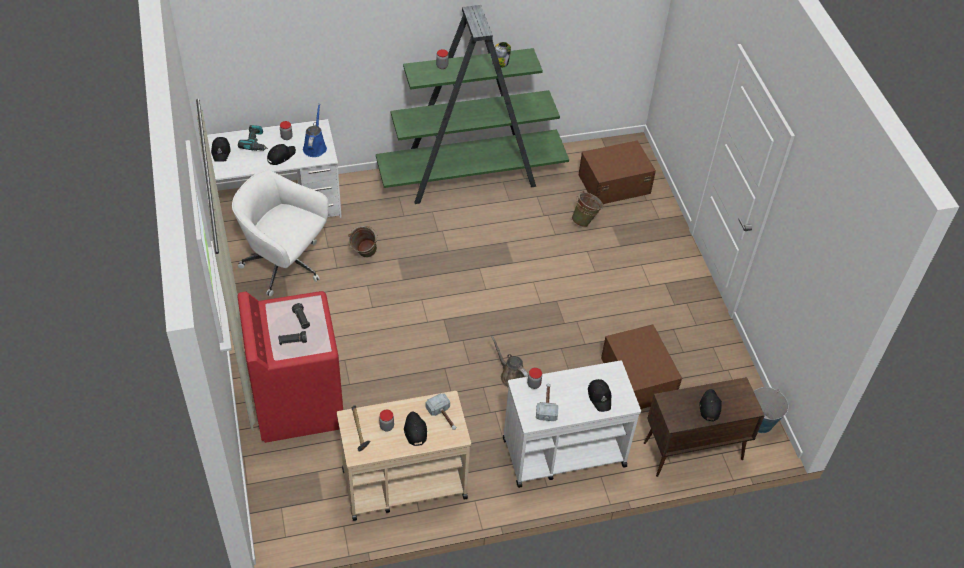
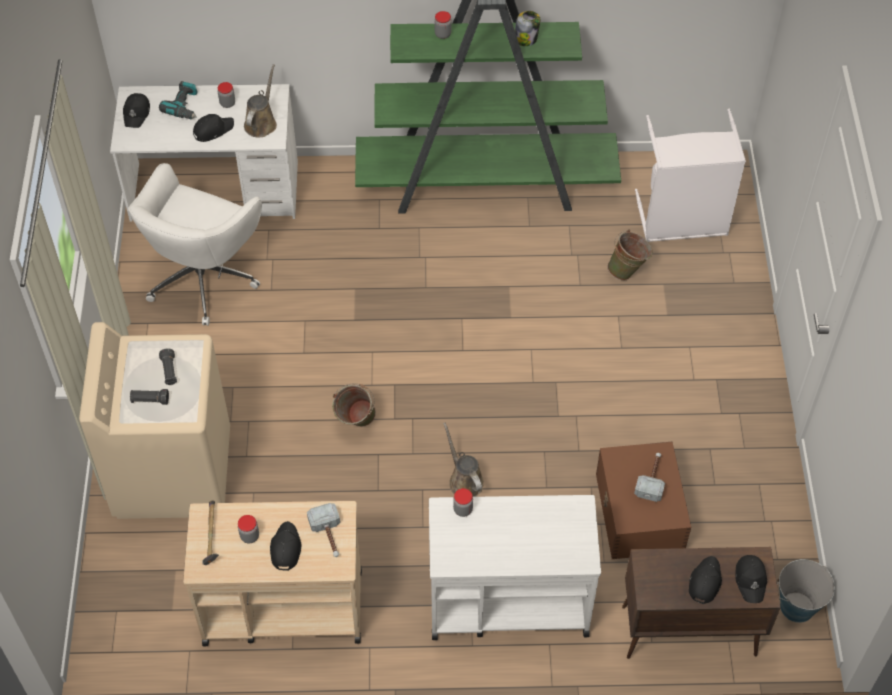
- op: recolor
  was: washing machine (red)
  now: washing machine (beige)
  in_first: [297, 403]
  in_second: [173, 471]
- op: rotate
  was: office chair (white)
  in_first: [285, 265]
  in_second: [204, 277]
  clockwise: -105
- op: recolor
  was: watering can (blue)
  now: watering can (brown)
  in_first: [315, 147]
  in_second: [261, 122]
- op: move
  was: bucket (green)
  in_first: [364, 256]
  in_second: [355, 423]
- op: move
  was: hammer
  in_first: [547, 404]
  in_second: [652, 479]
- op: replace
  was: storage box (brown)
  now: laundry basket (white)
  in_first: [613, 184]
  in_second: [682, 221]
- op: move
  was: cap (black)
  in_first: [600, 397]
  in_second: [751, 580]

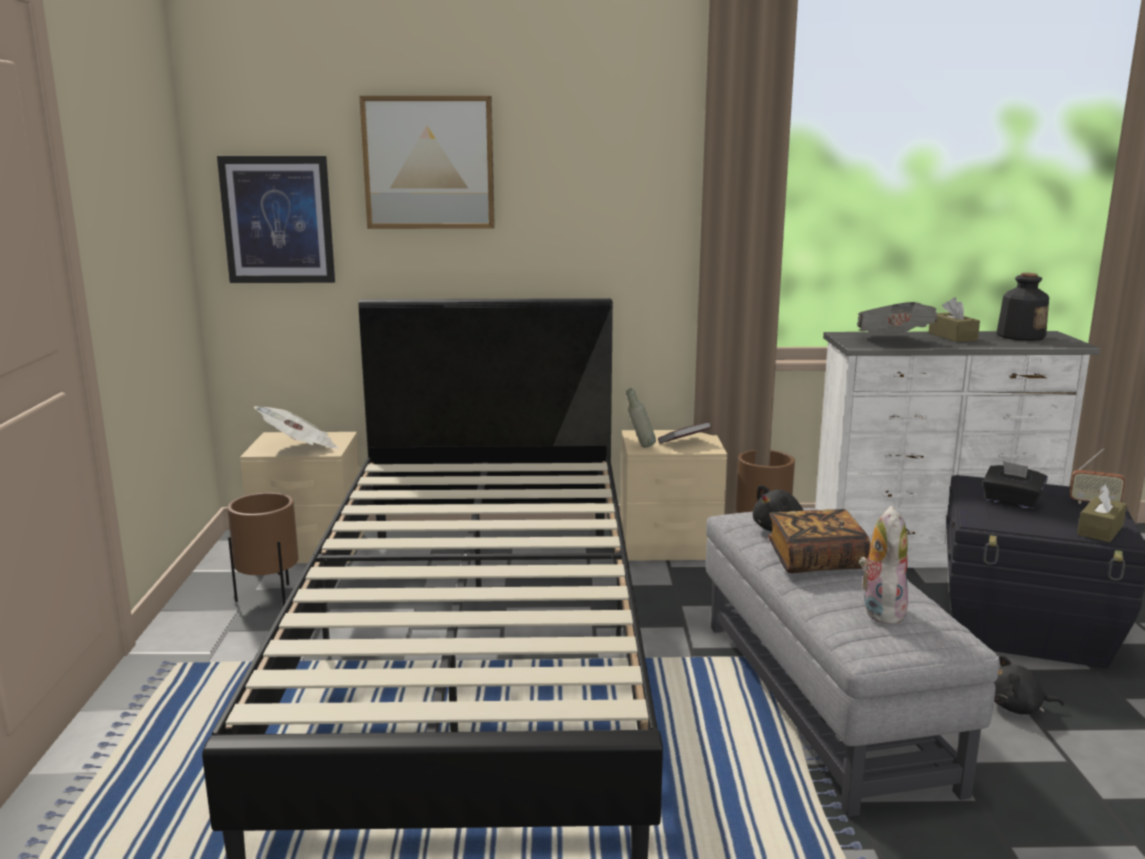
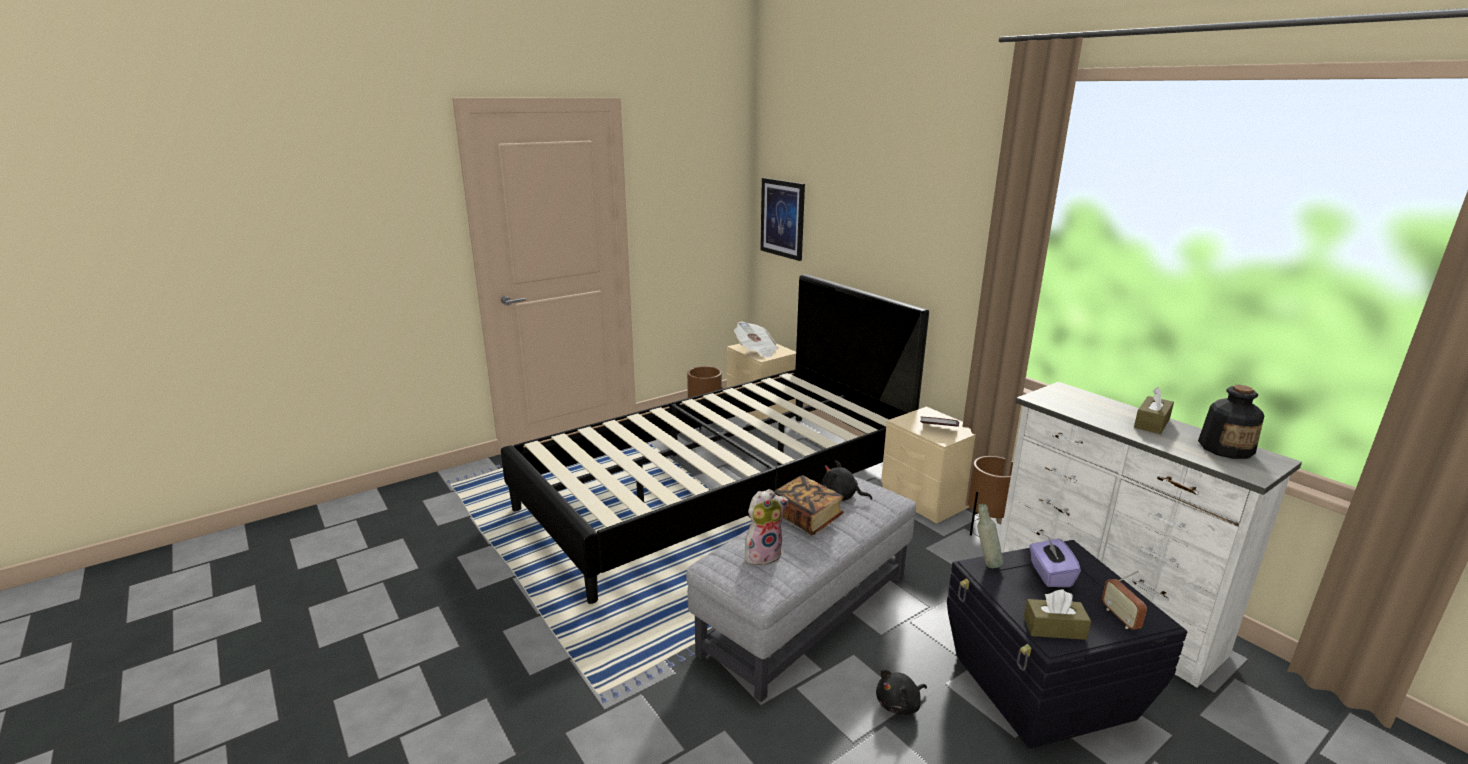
- op: rotate
  was: plush toy (black)
  in_first: [1017, 708]
  in_second: [899, 704]
  clockwise: -90
- op: move
  was: bottle (grey)
  in_first: [640, 447]
  in_second: [985, 563]
- op: recolor
  was: tissue box (black)
  now: tissue box (purple)
  in_first: [1011, 502]
  in_second: [1050, 575]
- op: delete
  was: picture
  in_first: [429, 163]
- op: delete
  was: newspaper
  in_first: [894, 341]

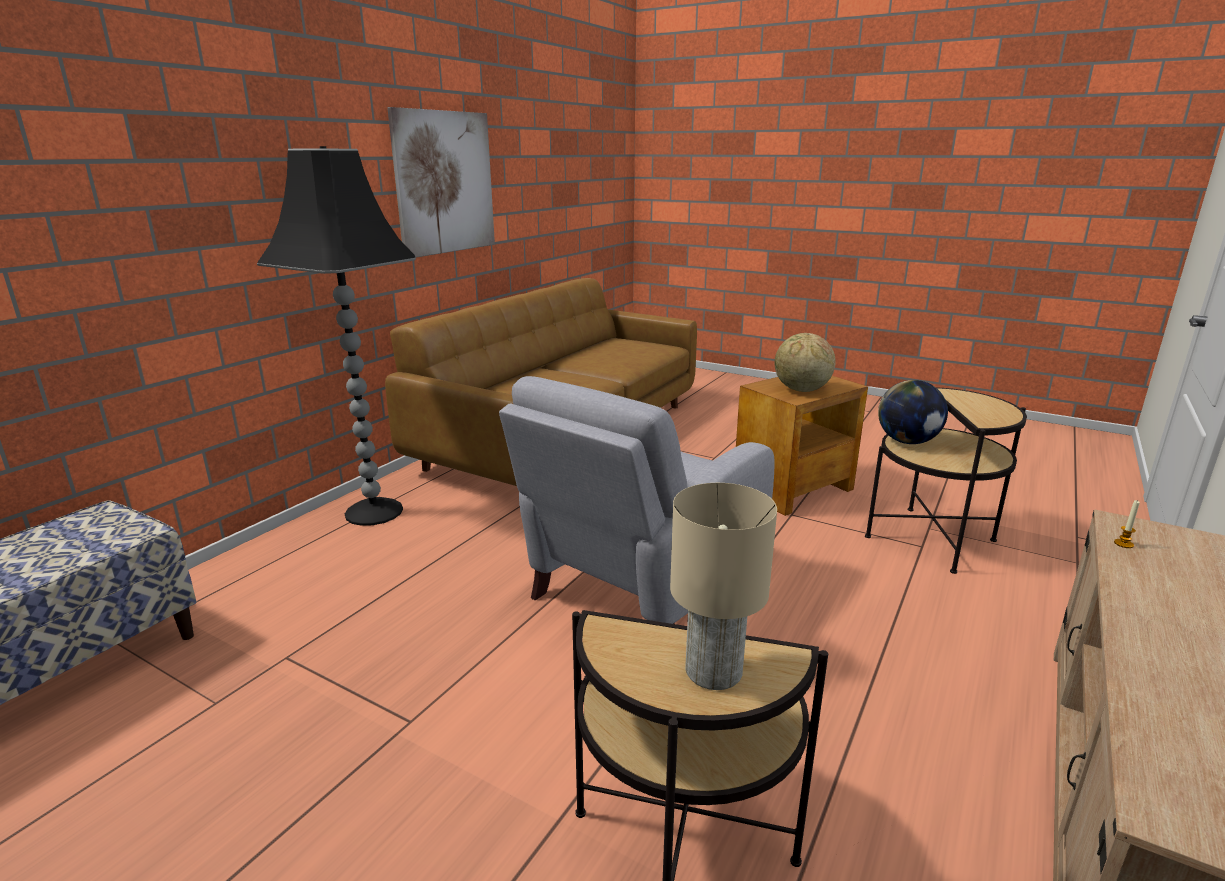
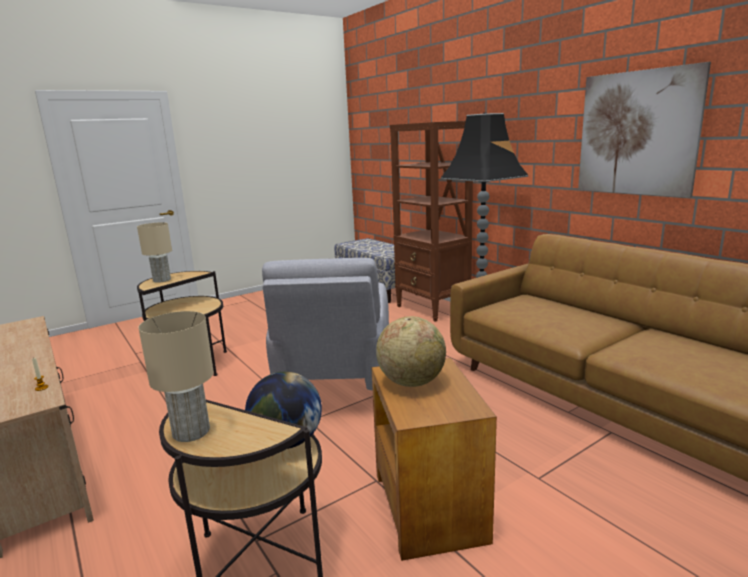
- op: insert
  now: table lamp (beige)
  in_second: [190, 432]
- op: rotate
  was: armchair (grey)
  in_first: [641, 587]
  in_second: [335, 386]
  clockwise: -150
- op: insert
  now: bookcase (brown)
  in_second: [433, 308]

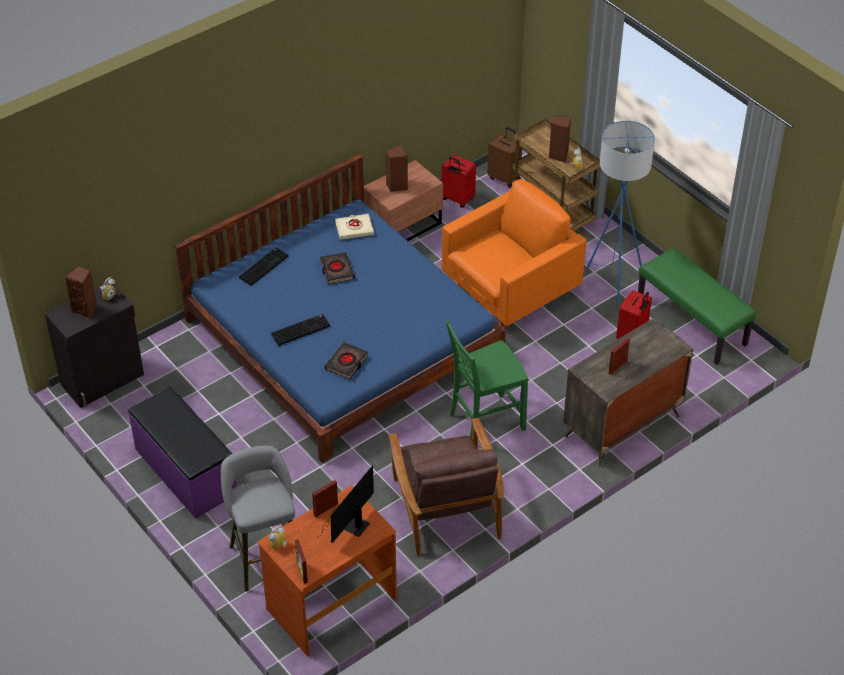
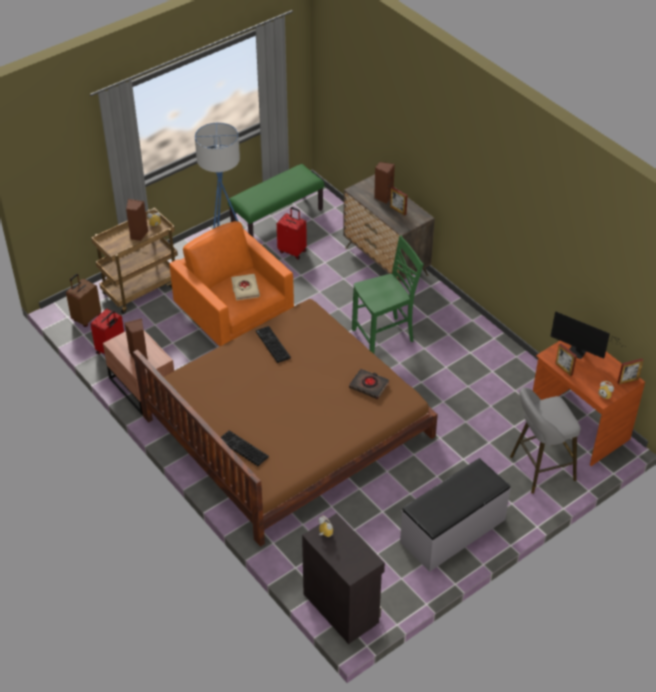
- op: recolor
  was: bed (blue)
  now: bed (brown)
  in_first: [342, 337]
  in_second: [287, 426]
- op: move
  was: book (beige)
  in_first: [354, 229]
  in_second: [245, 289]
- op: move
  was: keyboard
  in_first: [301, 329]
  in_second: [272, 345]
- op: rotate
  was: chair (green)
  in_first: [485, 421]
  in_second: [384, 336]
  clockwise: -90
- op: move
  was: speaker (brown)
  in_first: [86, 310]
  in_second: [383, 197]
- op: recolor
  was: bench (purple)
  now: bench (grey)
  in_first: [185, 472]
  in_second: [453, 531]
- op: delete
  was: book (black)
  in_first: [337, 270]
- op: delete
  was: armchair (brown)
  in_first: [445, 506]

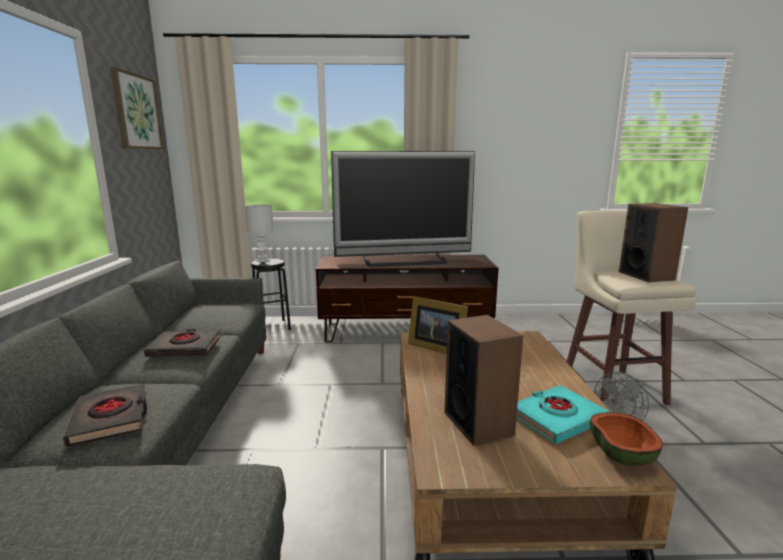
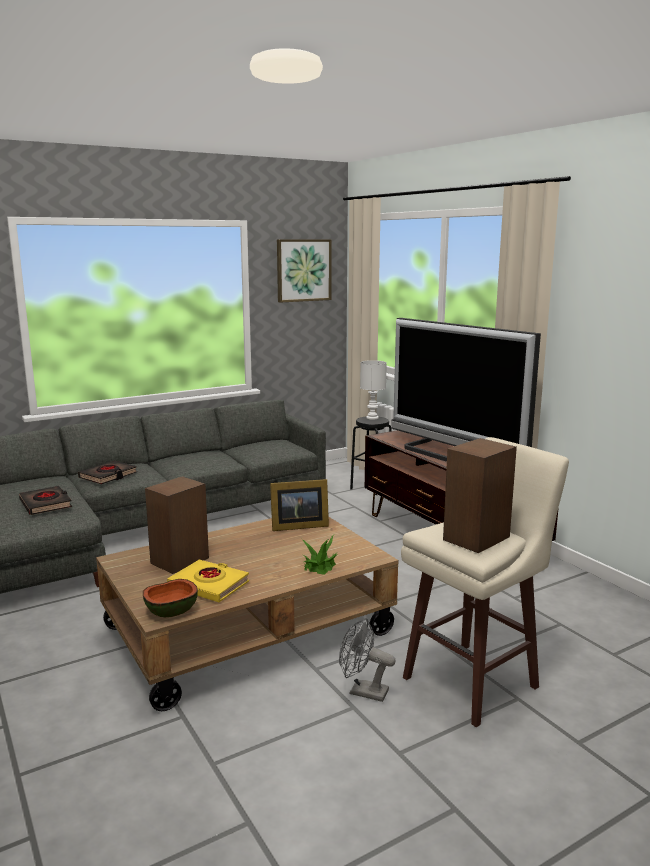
- op: move
  was: book (black)
  in_first: [185, 348]
  in_second: [46, 504]
- op: recolor
  was: book (turquoise)
  now: book (yellow)
  in_first: [557, 418]
  in_second: [209, 585]
- op: rotate
  was: picture frame
  in_first: [436, 347]
  in_second: [297, 526]
  clockwise: -105
- op: insert
  now: potted plant
  in_second: [320, 566]

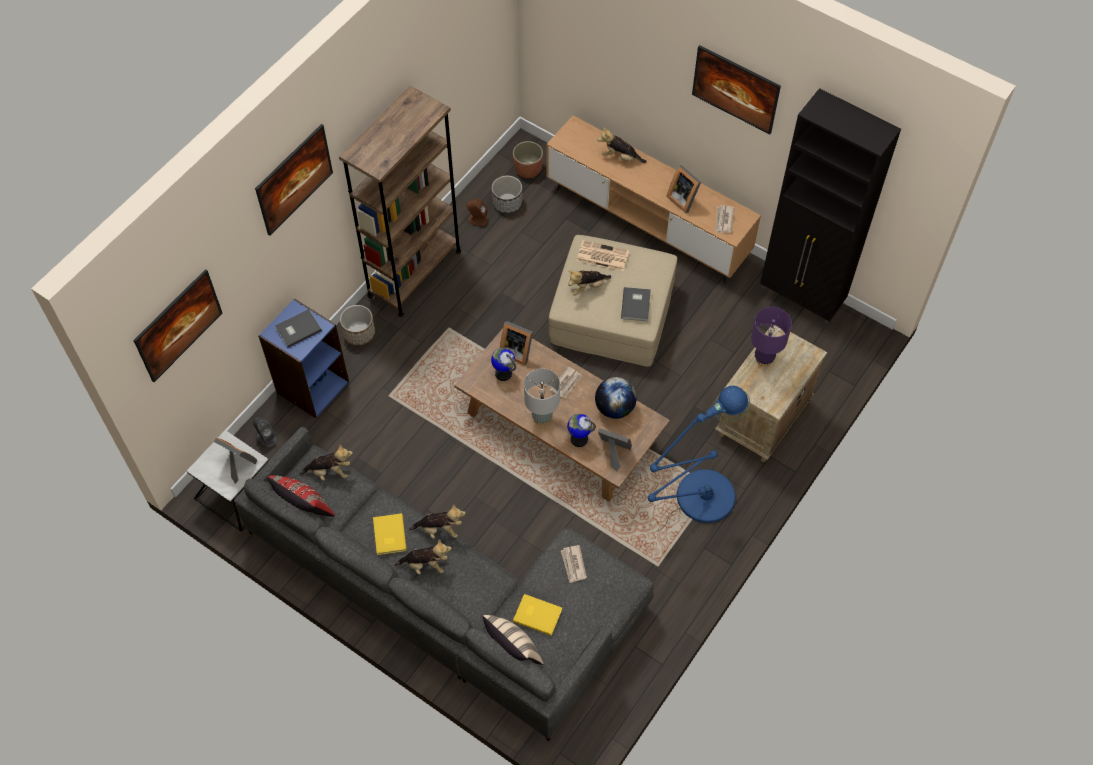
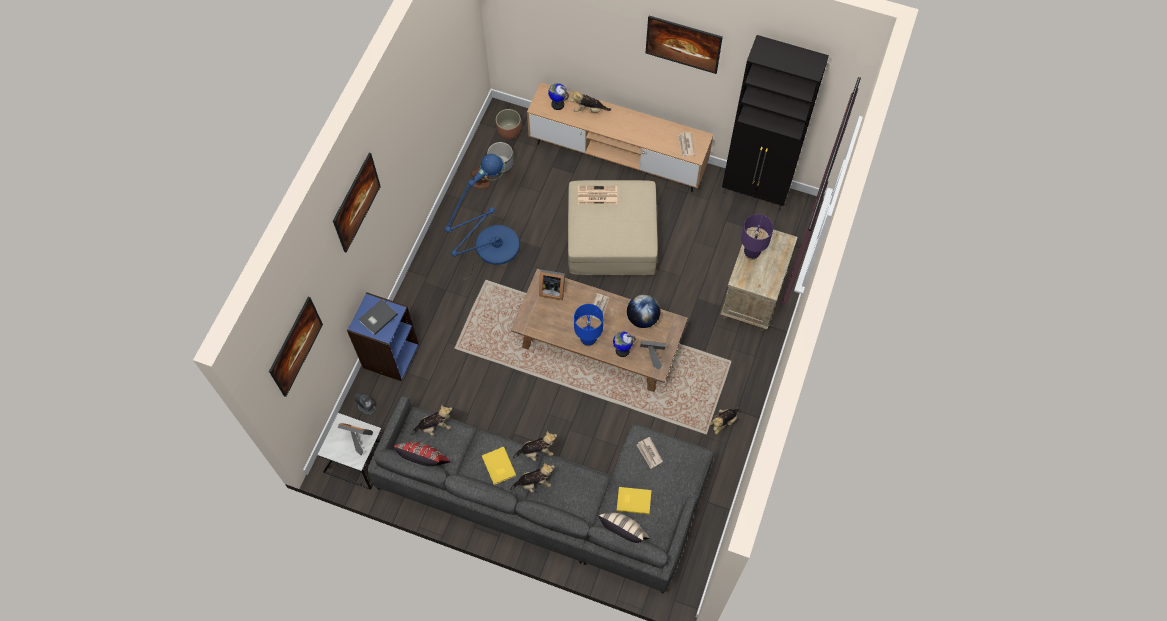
- op: move
  was: floor lamp (blue)
  in_first: [698, 500]
  in_second: [492, 249]
- op: move
  was: globe
  in_first: [503, 373]
  in_second: [557, 104]
- op: recolor
  was: table lamp (grey)
  now: table lamp (blue)
  in_first: [542, 418]
  in_second: [588, 340]
- op: move
  was: plush toy
  in_first: [587, 287]
  in_second: [723, 422]
- op: delete
  was: bookcase (brown)
  in_first: [414, 273]
- op: delete
  was: planter
  in_first: [359, 333]
- op: delete
  was: book (grey)
  in_first: [636, 304]
- op: delete
  was: picture frame
  in_first: [683, 199]

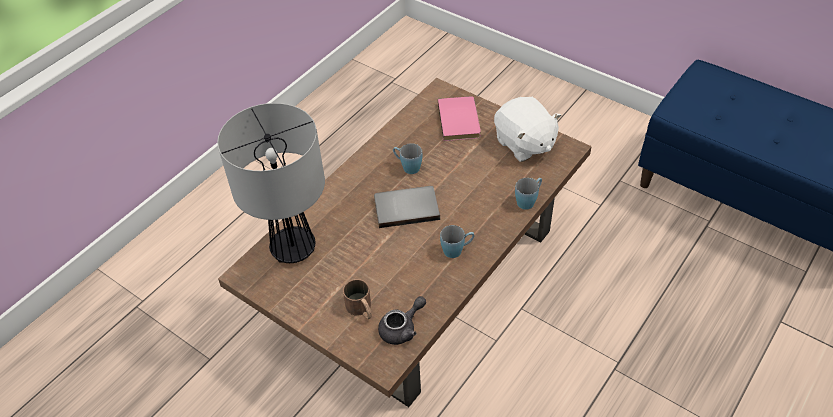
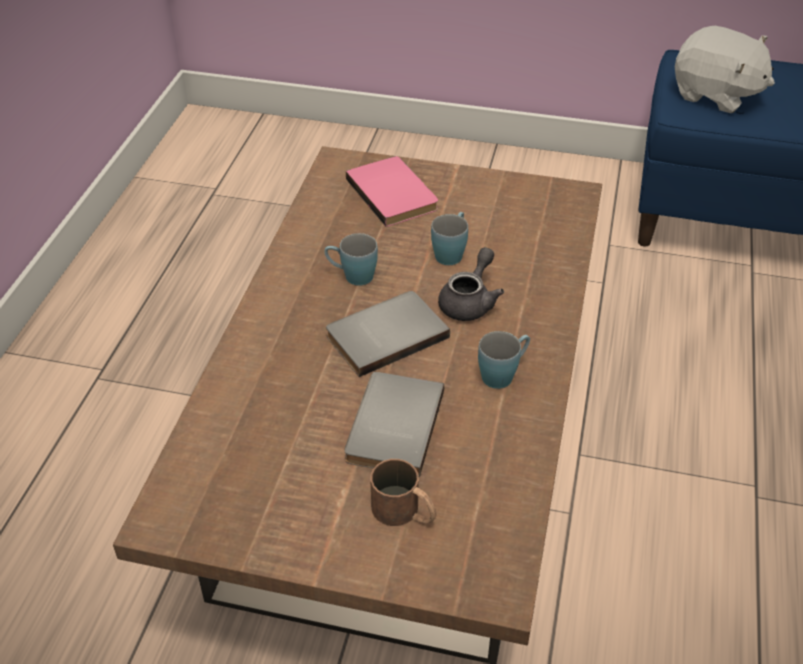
- op: insert
  now: book (grey)
  in_second: [391, 425]
- op: move
  was: mug (blue)
  in_first: [528, 200]
  in_second: [451, 252]
- op: move
  was: teapot (grey)
  in_first: [402, 328]
  in_second: [470, 302]
- op: move
  was: plush toy (white)
  in_first: [524, 144]
  in_second: [716, 95]
- op: delete
  was: table lamp
  in_first: [293, 250]

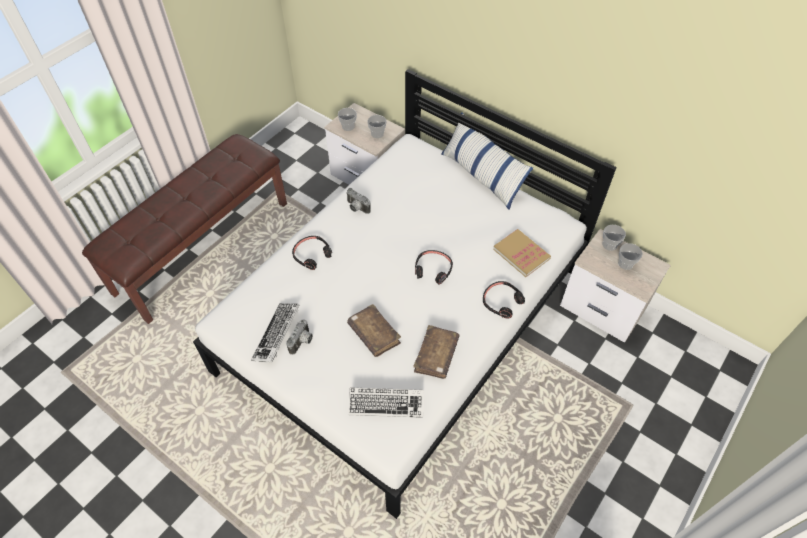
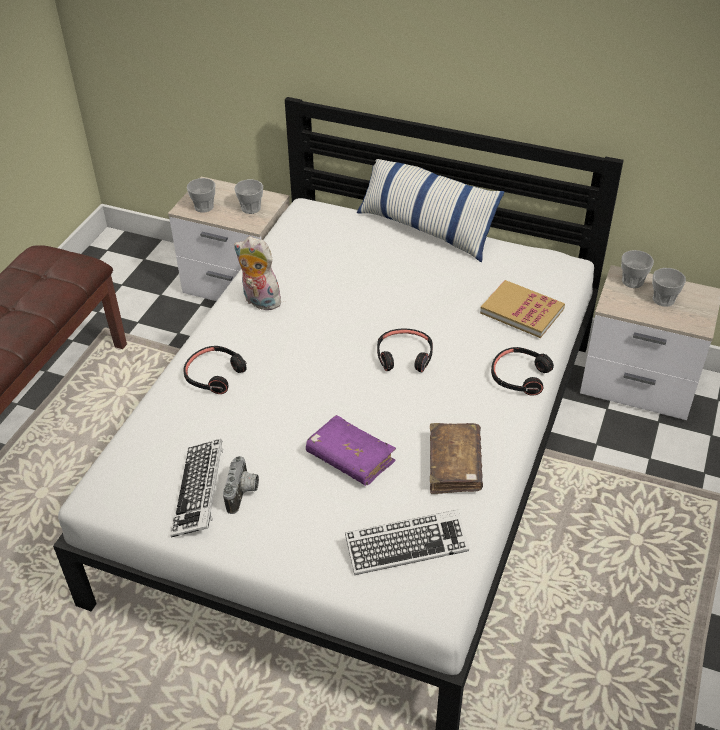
- op: replace
  was: photo camera
  now: plush toy
  in_first: [356, 208]
  in_second: [259, 301]
- op: recolor
  was: book (brown)
  now: book (purple)
  in_first: [374, 334]
  in_second: [350, 458]

